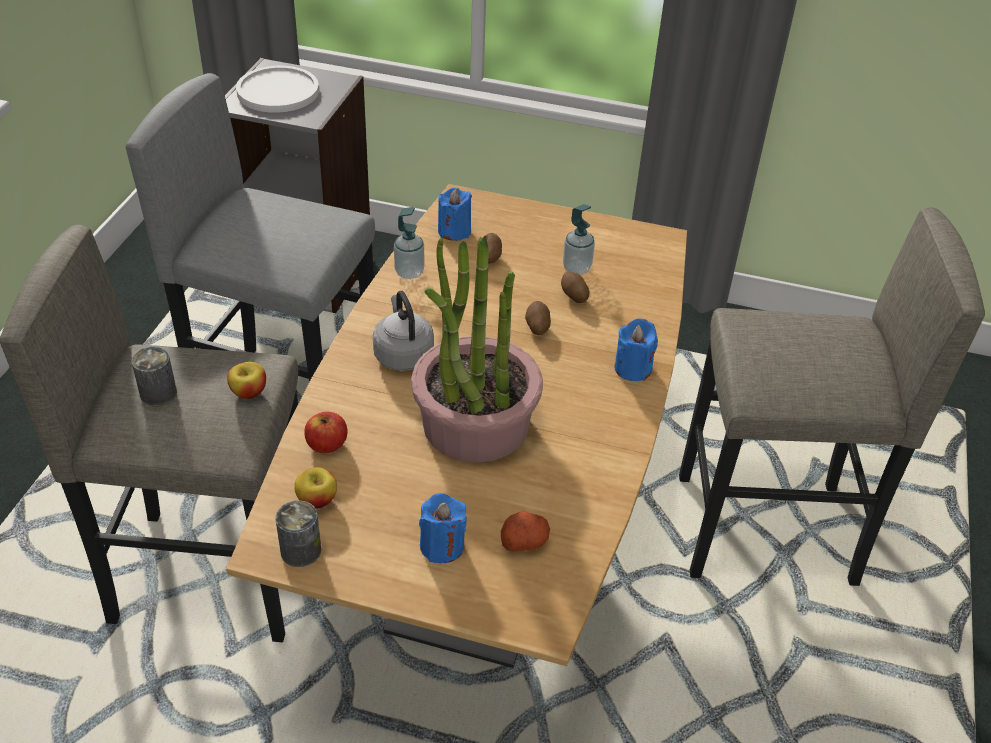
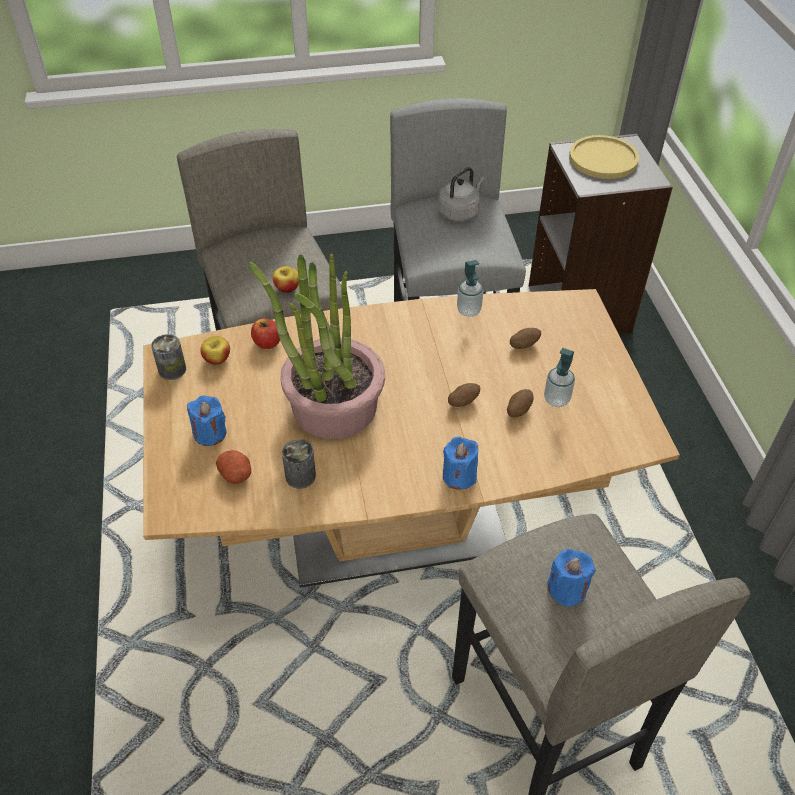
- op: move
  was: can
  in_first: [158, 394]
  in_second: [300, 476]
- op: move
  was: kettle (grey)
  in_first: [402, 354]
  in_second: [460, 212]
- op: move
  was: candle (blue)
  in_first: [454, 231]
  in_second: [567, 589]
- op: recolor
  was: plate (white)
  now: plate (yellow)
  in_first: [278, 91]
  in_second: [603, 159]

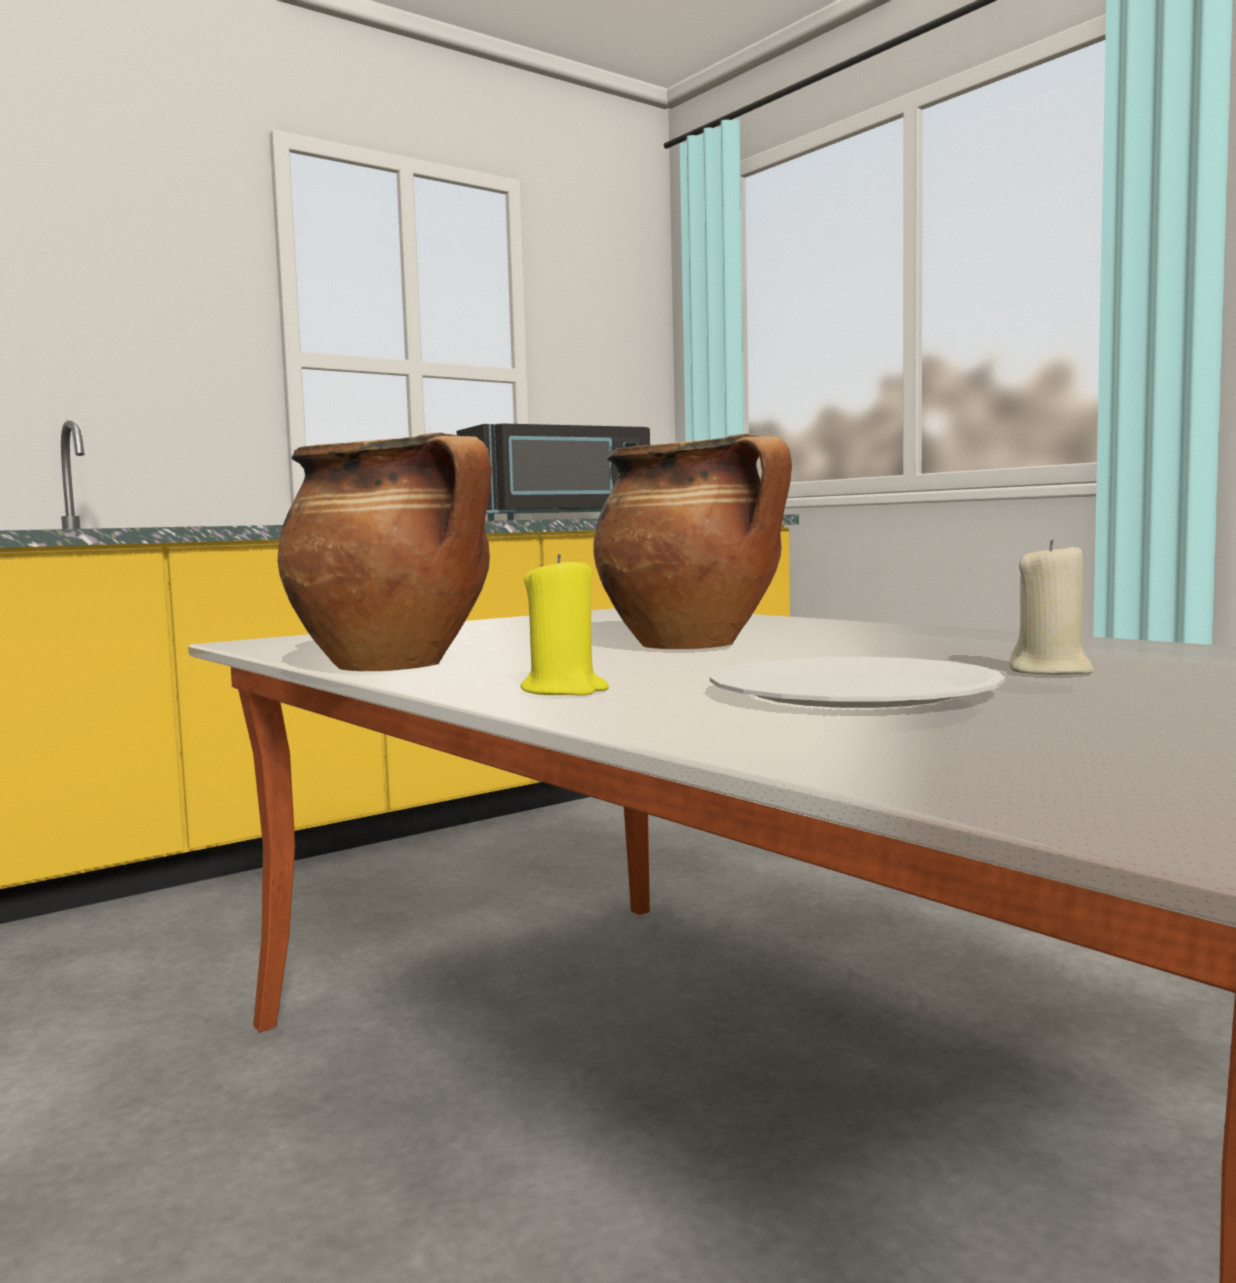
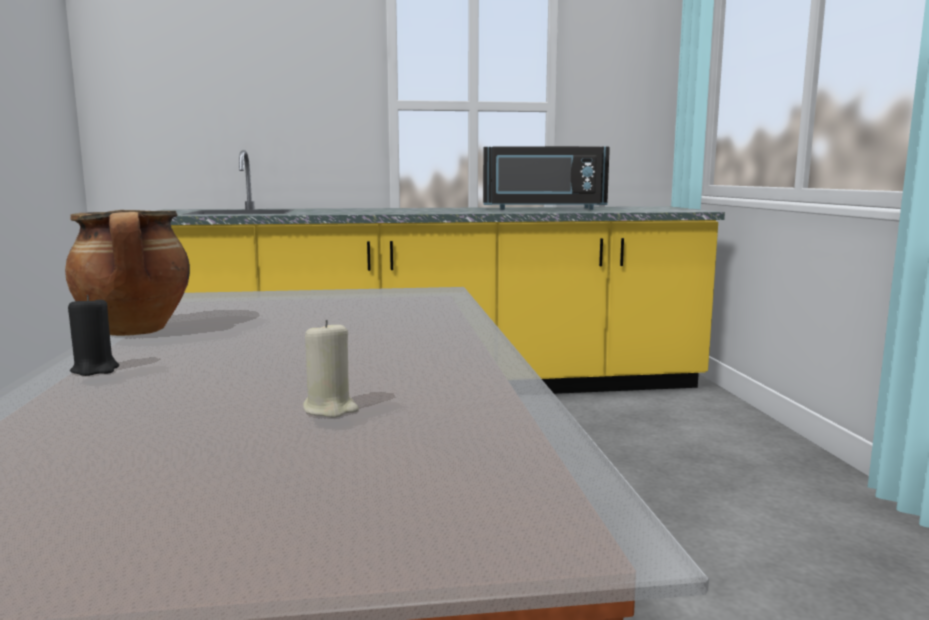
- op: recolor
  was: candle (yellow)
  now: candle (black)
  in_first: [564, 691]
  in_second: [95, 370]
- op: delete
  was: cooking pot
  in_first: [694, 646]
- op: delete
  was: plate (white)
  in_first: [852, 691]

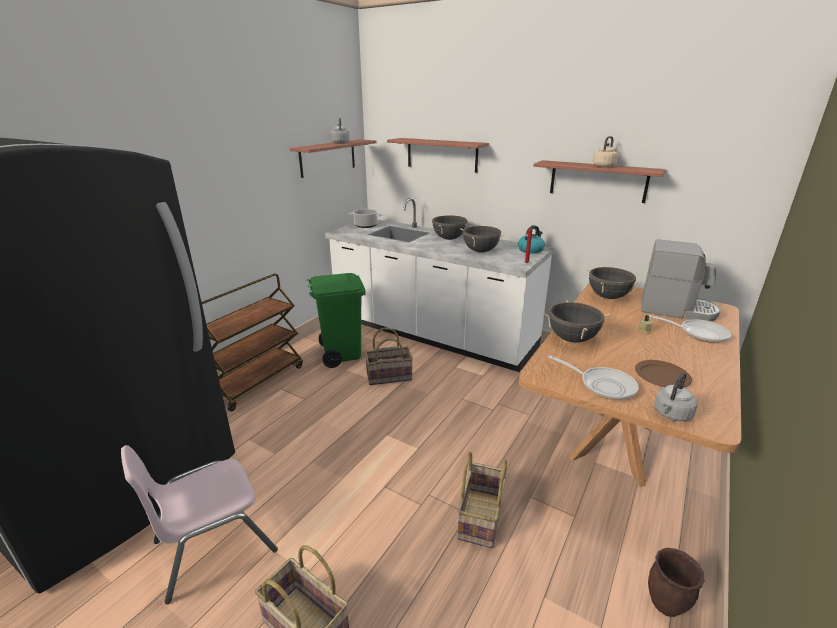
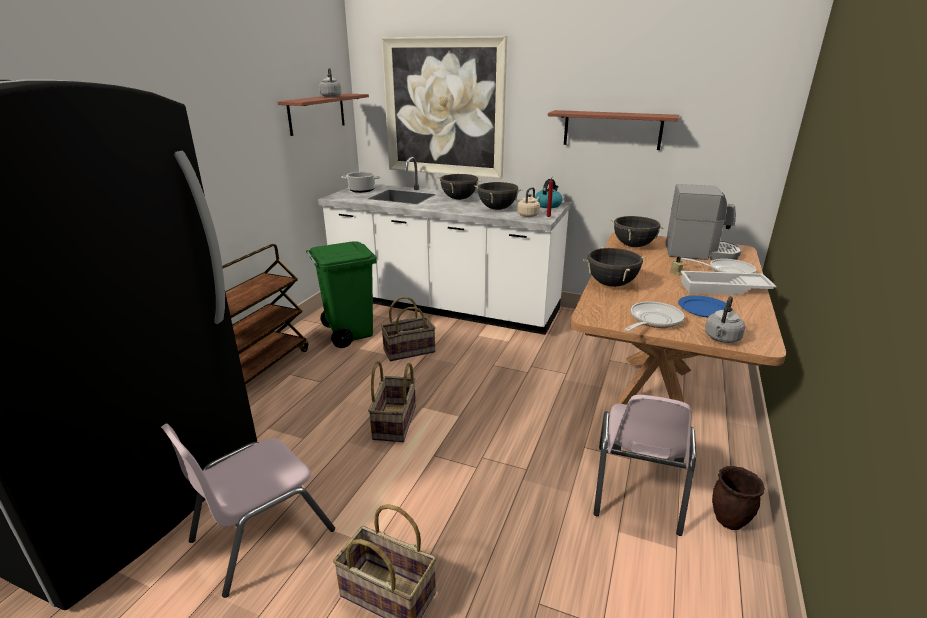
- op: move
  was: basket
  in_first: [481, 518]
  in_second: [395, 422]
- op: replace
  was: shelf
  now: picture
  in_first: [441, 155]
  in_second: [444, 108]
- op: move
  was: kettle (beige)
  in_first: [604, 166]
  in_second: [529, 215]
- op: insert
  now: chair (pink)
  in_second: [637, 488]
- op: rotate
  was: frying pan
  in_first: [603, 385]
  in_second: [653, 320]
  clockwise: -75
- op: recolor
  was: plate (brown)
  now: plate (blue)
  in_first: [662, 376]
  in_second: [704, 309]
- op: insert
  now: tray (white)
  in_second: [724, 289]

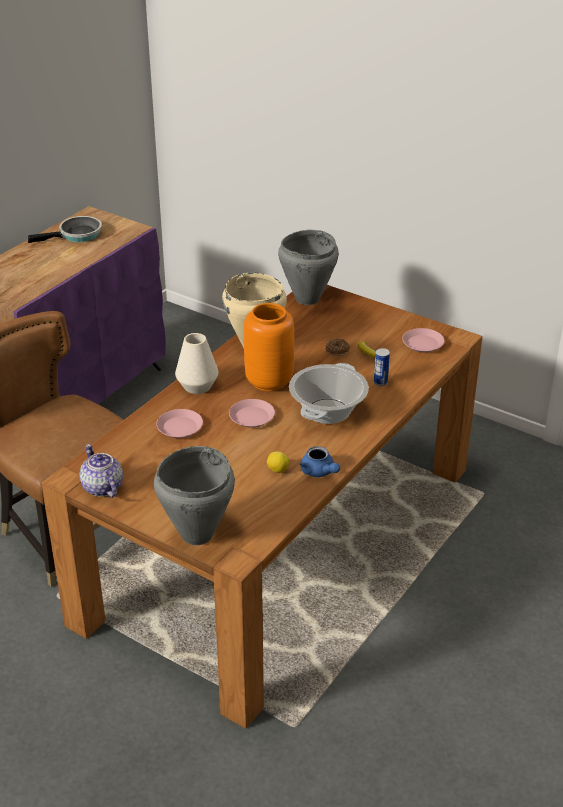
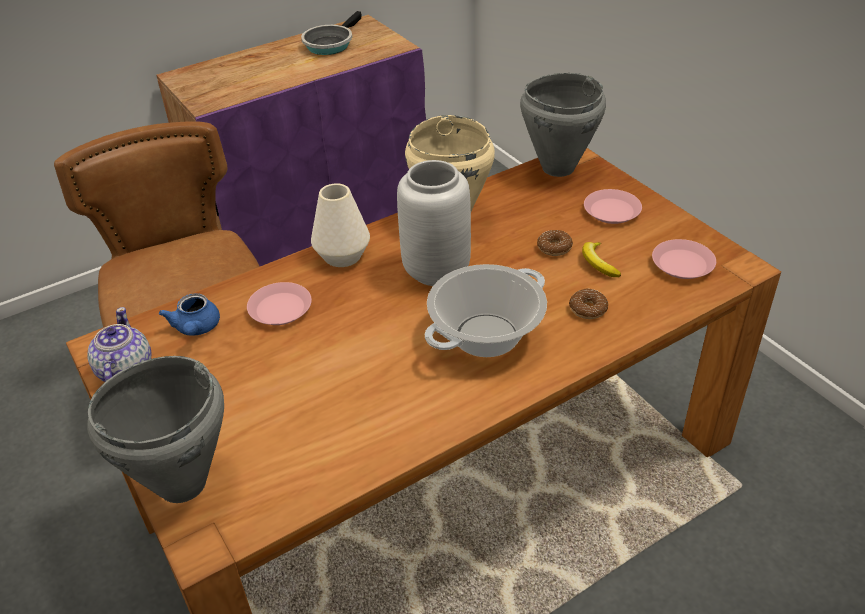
- op: move
  was: teapot (blue)
  in_first: [319, 472]
  in_second: [196, 329]
- op: rotate
  was: frying pan
  in_first: [77, 235]
  in_second: [330, 44]
  clockwise: 120
- op: recolor
  was: vase (orange)
  now: vase (grey)
  in_first: [269, 382]
  in_second: [435, 272]
- op: replace
  was: can
  now: donut
  in_first: [380, 382]
  in_second: [588, 309]
- op: move
  was: plate (pink)
  in_first: [251, 417]
  in_second: [611, 211]
- op: delete
  was: lemon
  in_first: [277, 470]

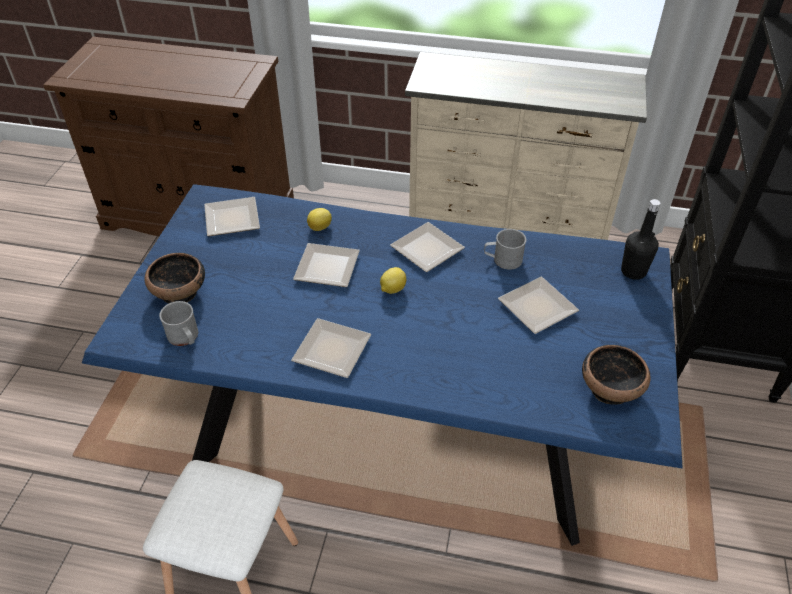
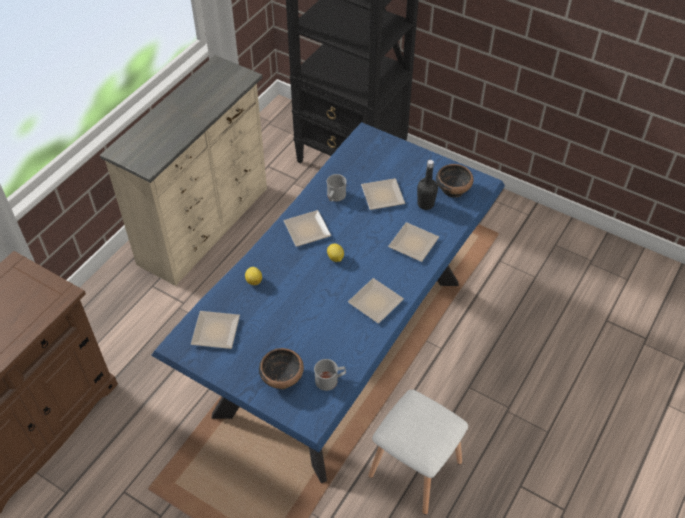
- op: move
  was: plate
  in_first: [324, 269]
  in_second: [414, 245]
- op: move
  was: bottle (black)
  in_first: [633, 271]
  in_second: [425, 204]

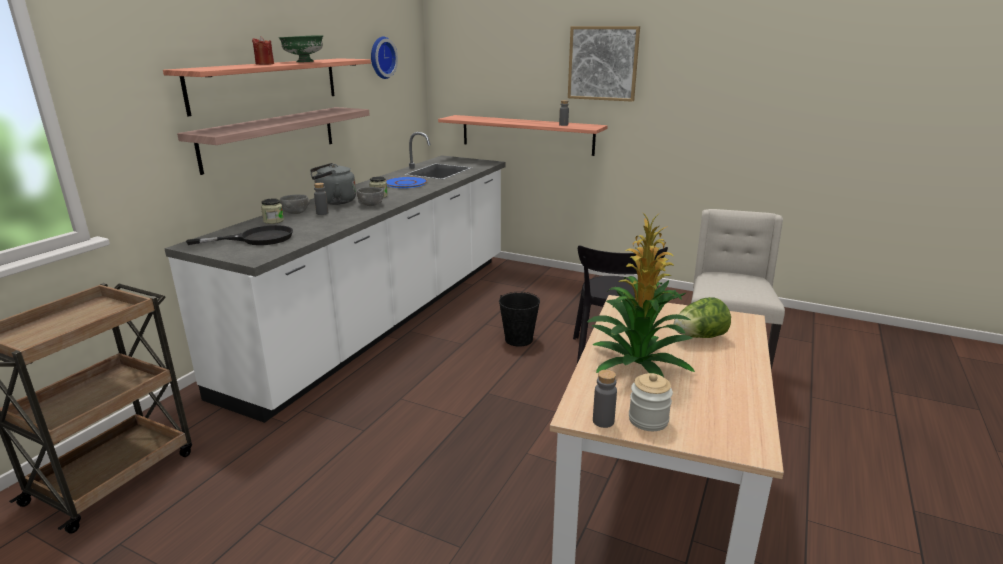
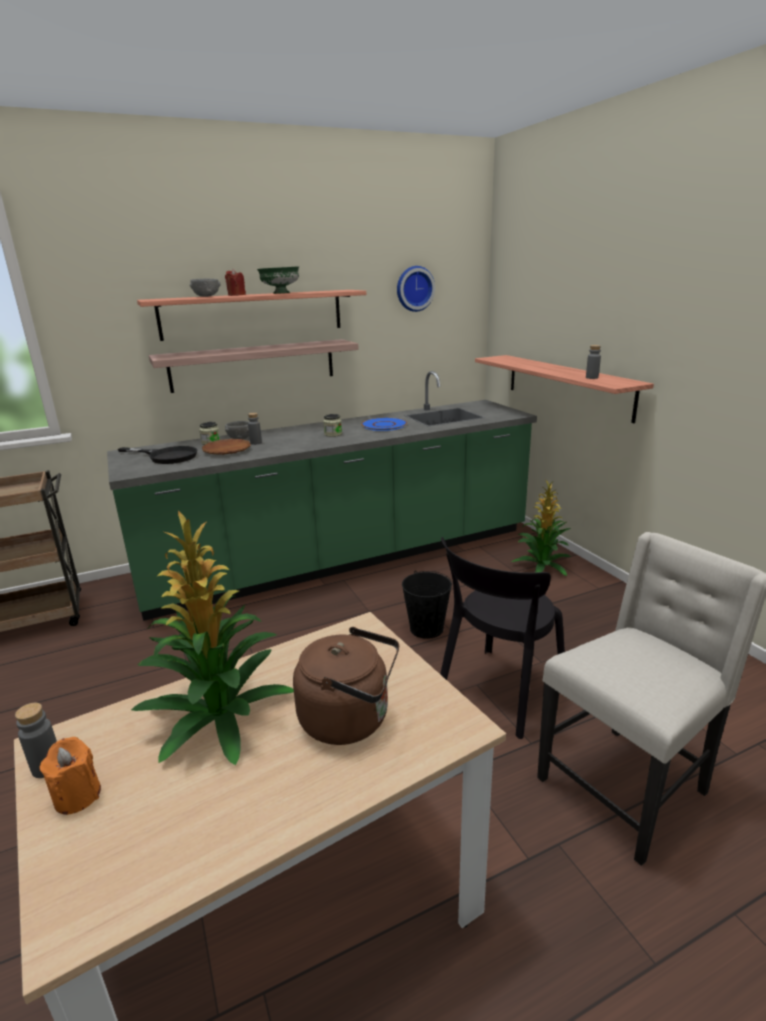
- op: replace
  was: jar
  now: candle (orange)
  in_first: [648, 420]
  in_second: [77, 796]
- op: recolor
  was: counter (white)
  now: counter (green)
  in_first: [386, 317]
  in_second: [343, 559]
- op: move
  was: bowl (grey)
  in_first: [371, 205]
  in_second: [206, 296]
- op: insert
  now: plate (brown)
  in_second: [227, 450]
- op: replace
  was: lettuce
  now: kettle (brown)
  in_first: [699, 337]
  in_second: [350, 719]
- op: insert
  now: potted plant
  in_second: [541, 565]
- op: delete
  was: kettle (grey)
  in_first: [334, 202]
- op: delete
  was: picture
  in_first: [603, 63]

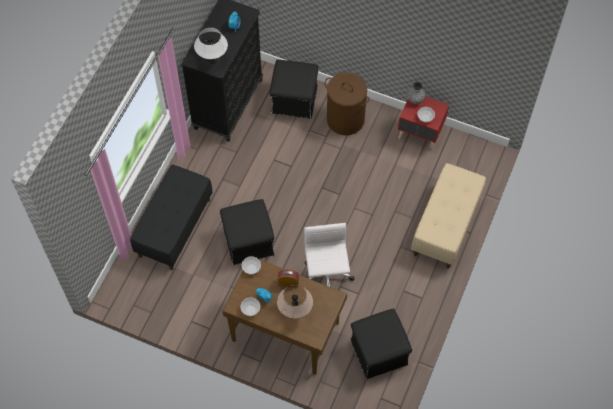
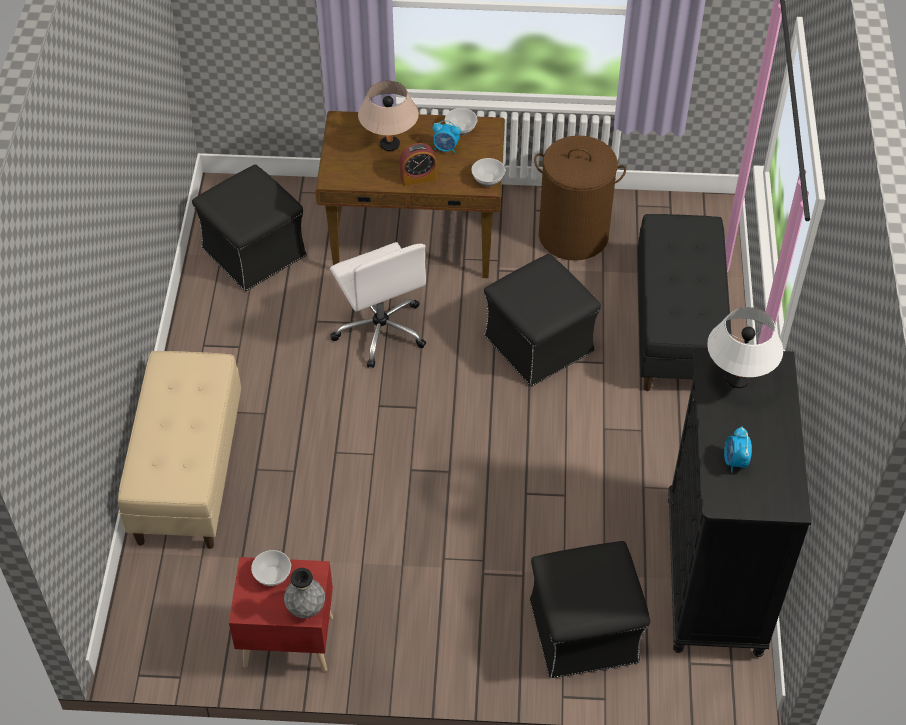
- op: move
  was: laundry basket (brown)
  in_first: [345, 119]
  in_second: [573, 235]

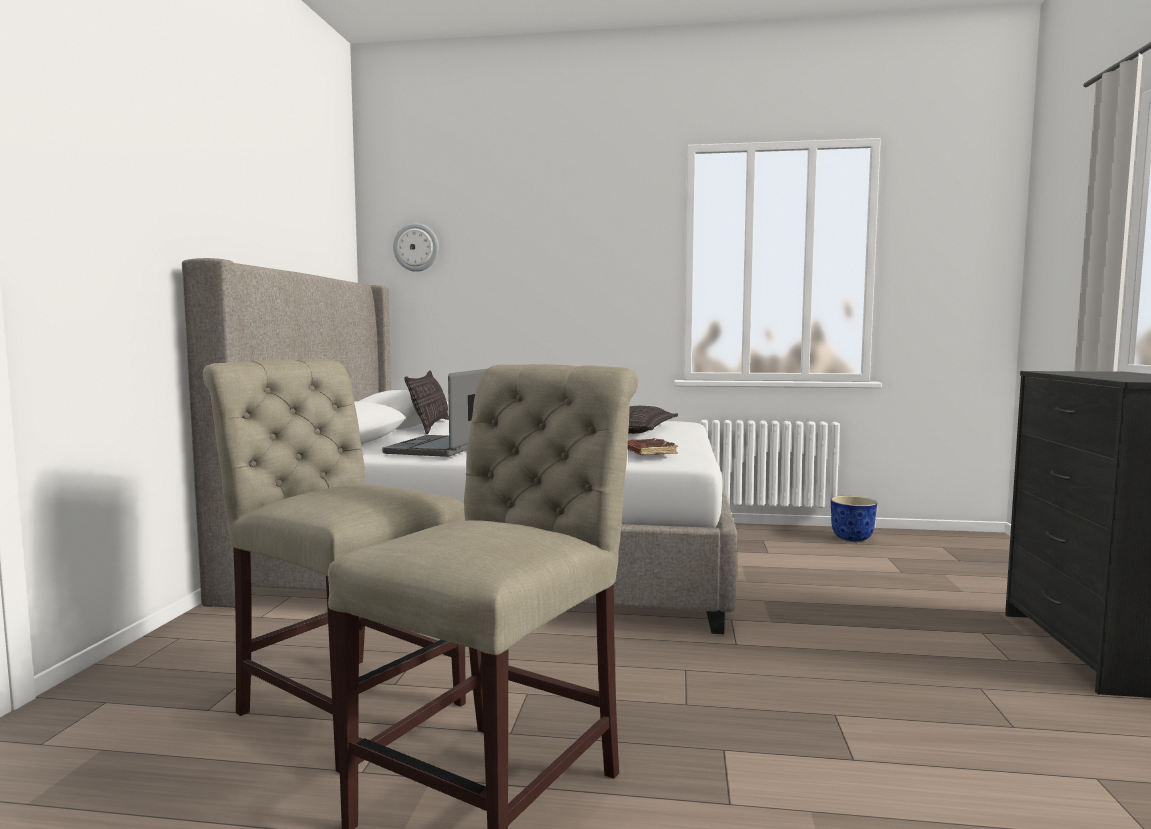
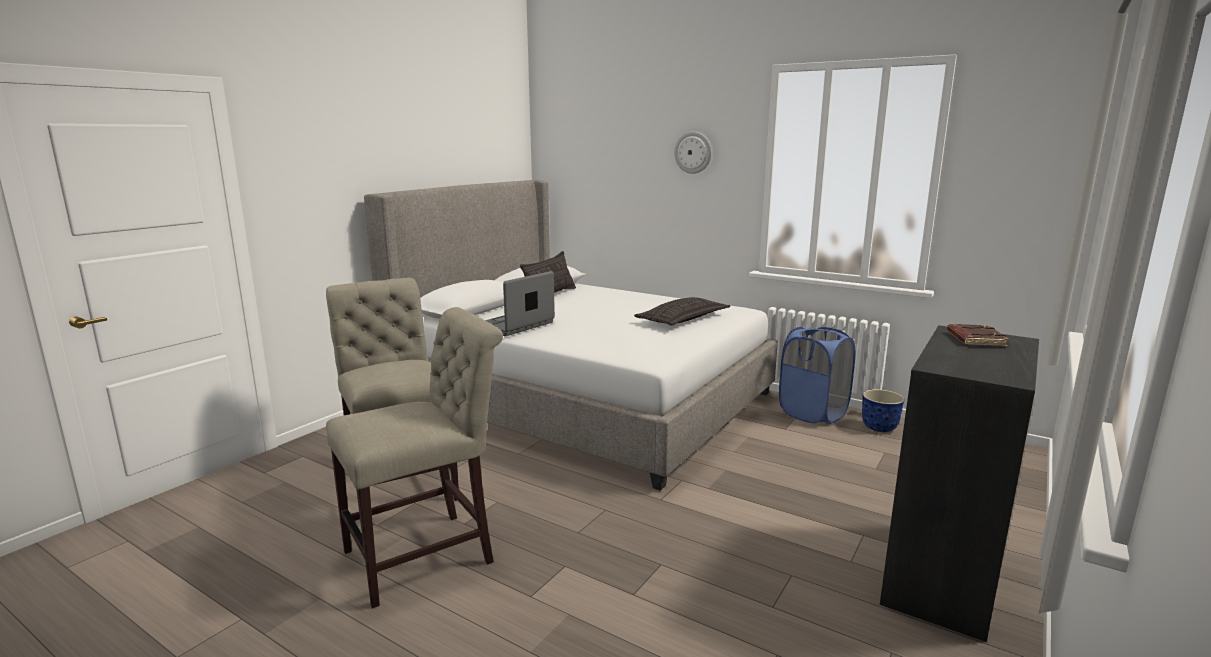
- op: move
  was: wall clock
  in_first: [416, 247]
  in_second: [693, 152]
- op: insert
  now: laundry basket (blue)
  in_second: [813, 413]
- op: move
  was: book (brown)
  in_first: [648, 452]
  in_second: [974, 340]

